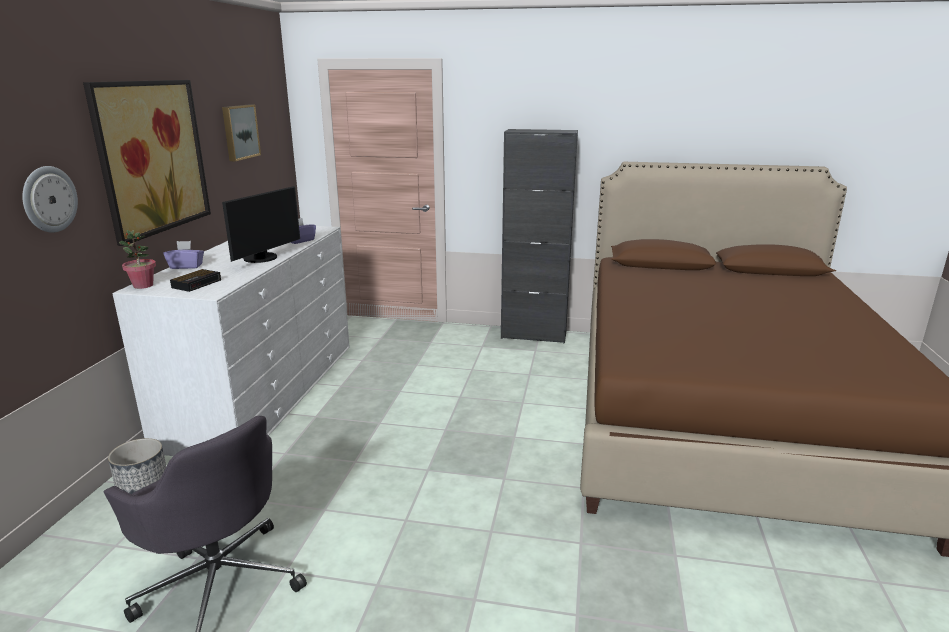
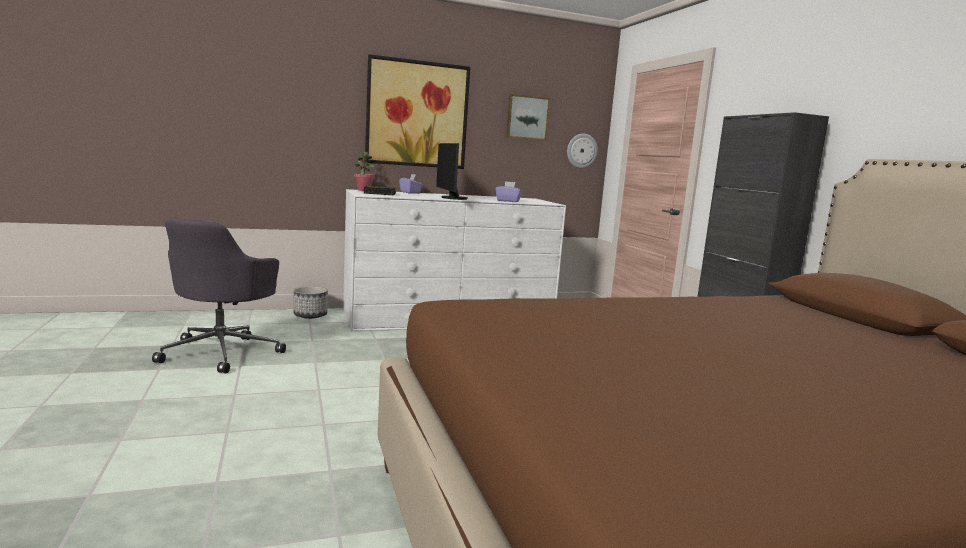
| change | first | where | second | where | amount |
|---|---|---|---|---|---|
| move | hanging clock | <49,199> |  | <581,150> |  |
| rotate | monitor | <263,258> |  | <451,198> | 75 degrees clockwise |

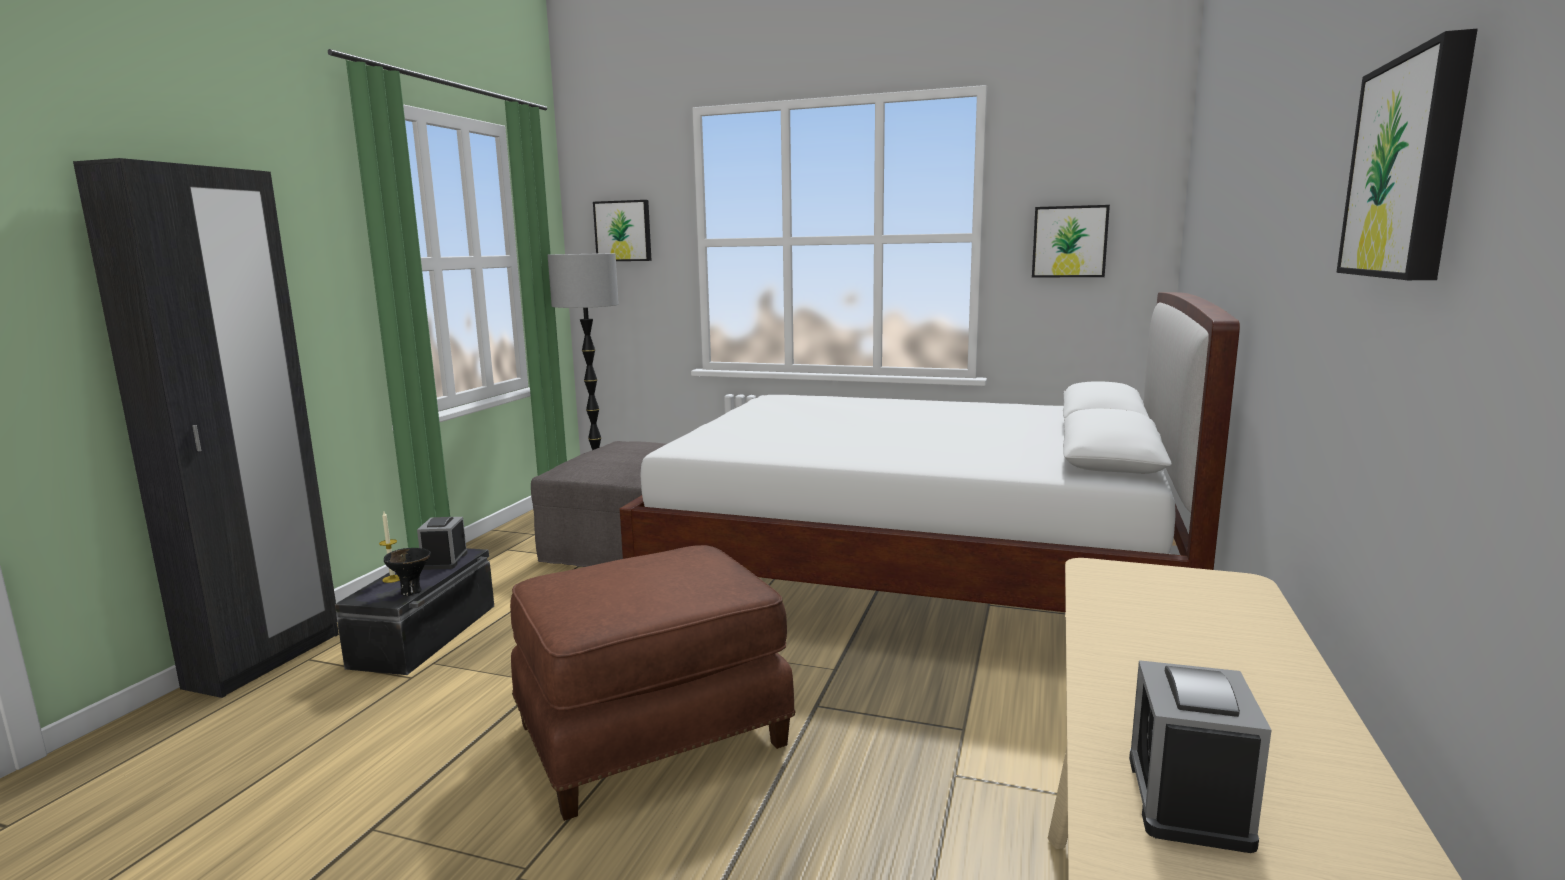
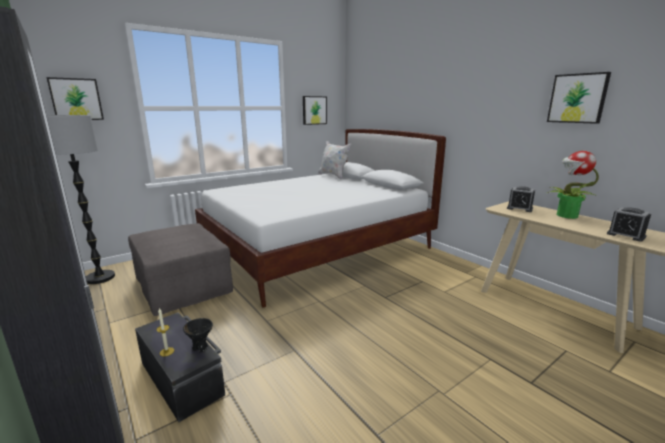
| change | first | where | second | where | amount |
|---|---|---|---|---|---|
| move | bedside clock | <444,560> |  | <519,208> |  |
| delete | brown-coloured footrest | <653,737> |  |  |  |
| insert |  |  | white-coloured cushion | <334,176> |  |
| insert |  |  | houseplant | <566,215> |  |

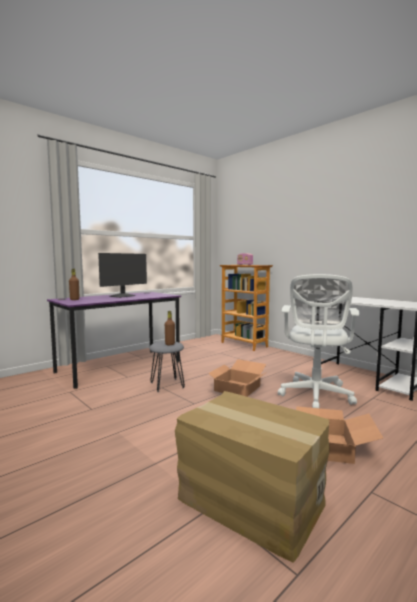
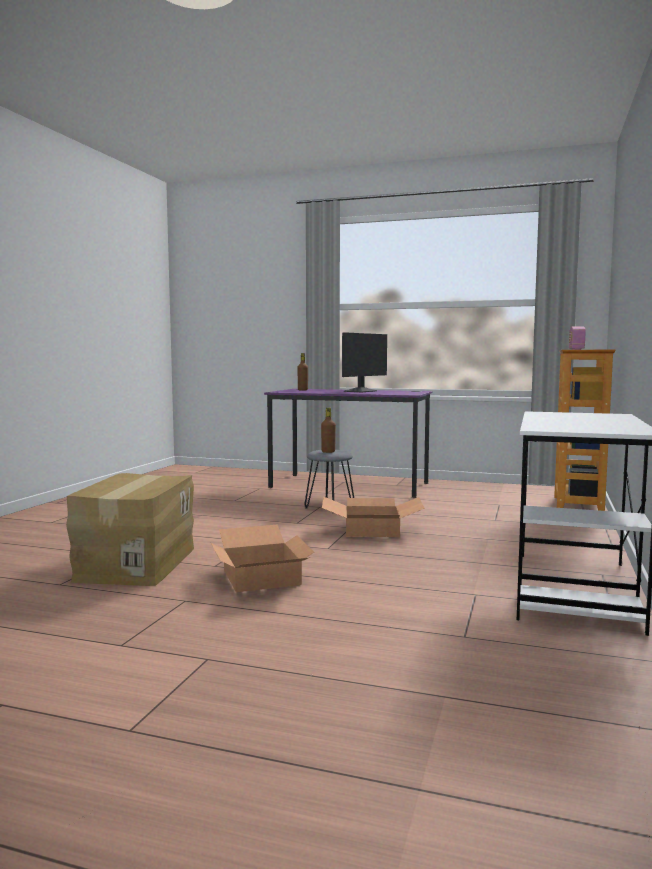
| change | first | where | second | where | amount |
|---|---|---|---|---|---|
| rotate | monitor | <123,296> |  | <361,391> | 60 degrees counterclockwise |
| delete | white-coloured office chair | <315,396> |  |  |  |

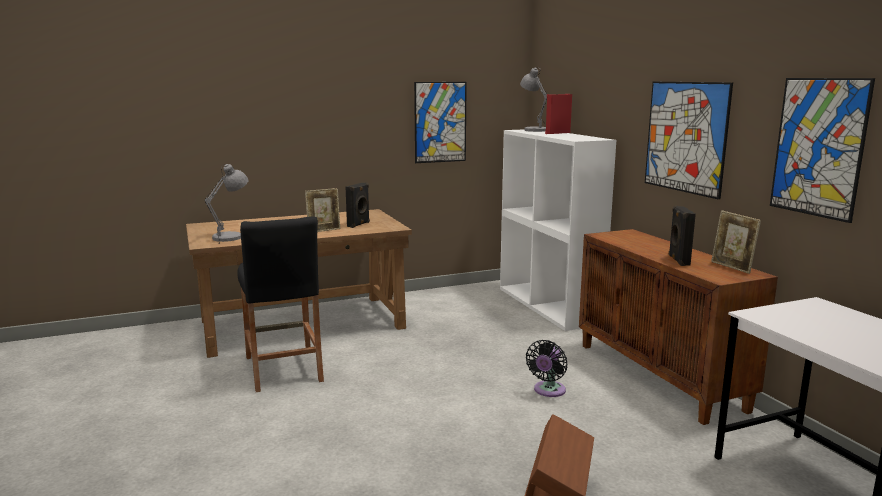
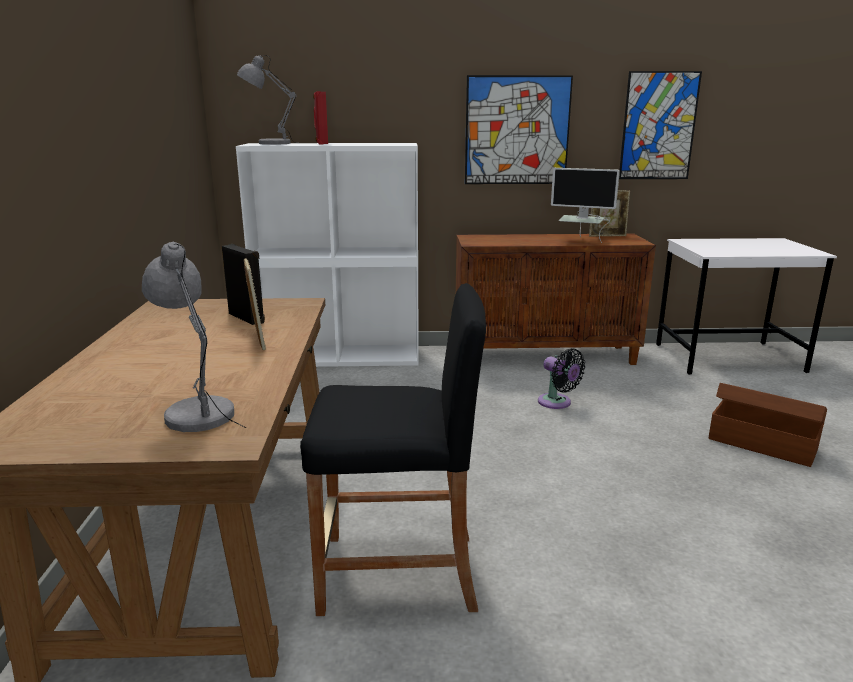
| change | first | where | second | where | amount |
|---|---|---|---|---|---|
| delete | picture | <440,122> |  |  |  |
| replace | black-coloured audio speaker | <678,260> | monitor | <580,241> |  |

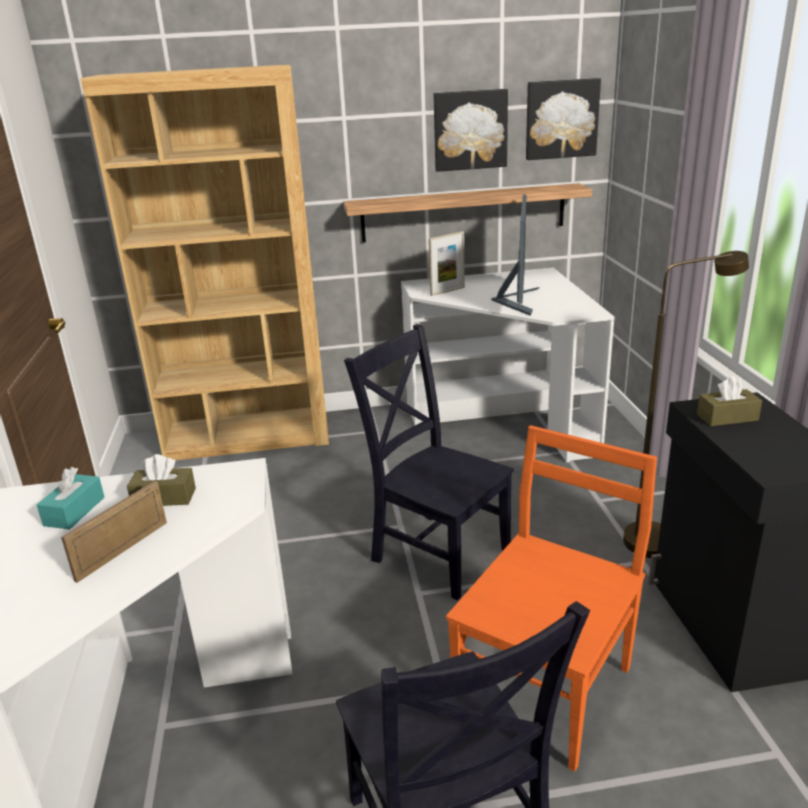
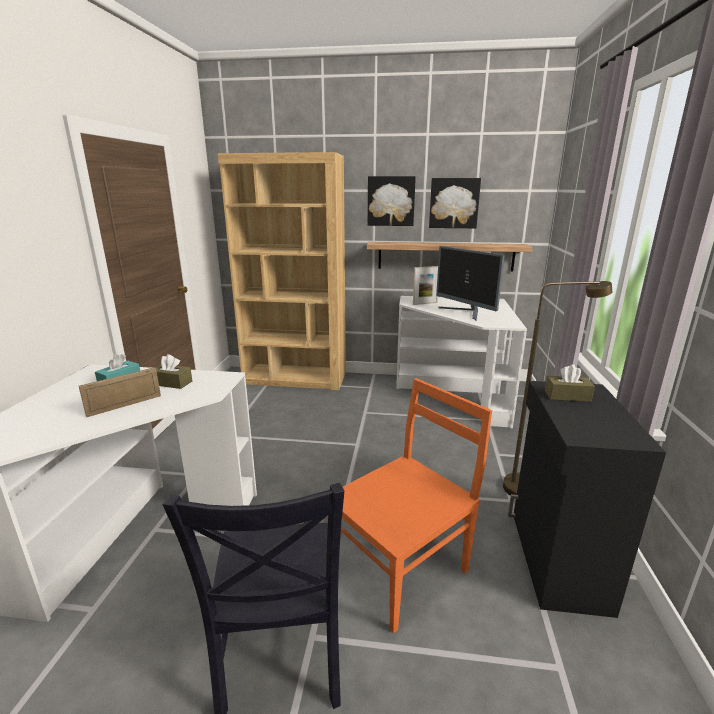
| change | first | where | second | where | amount |
|---|---|---|---|---|---|
| move | picture | <561,119> |  | <391,201> |  |
| rotate | monitor | <517,300> |  | <466,313> | 120 degrees clockwise |
| delete | black-coloured plain chair | <436,551> |  |  |  |

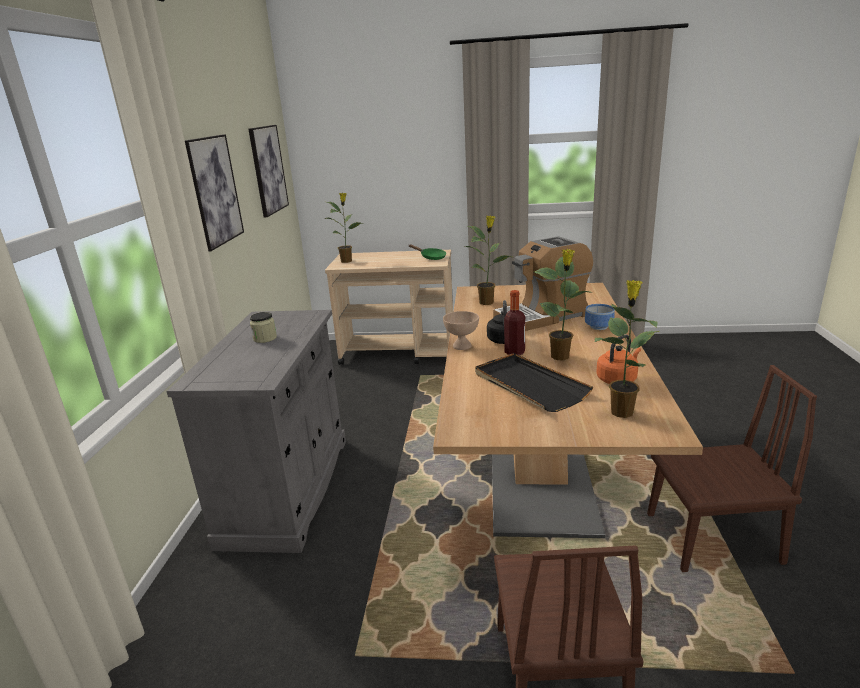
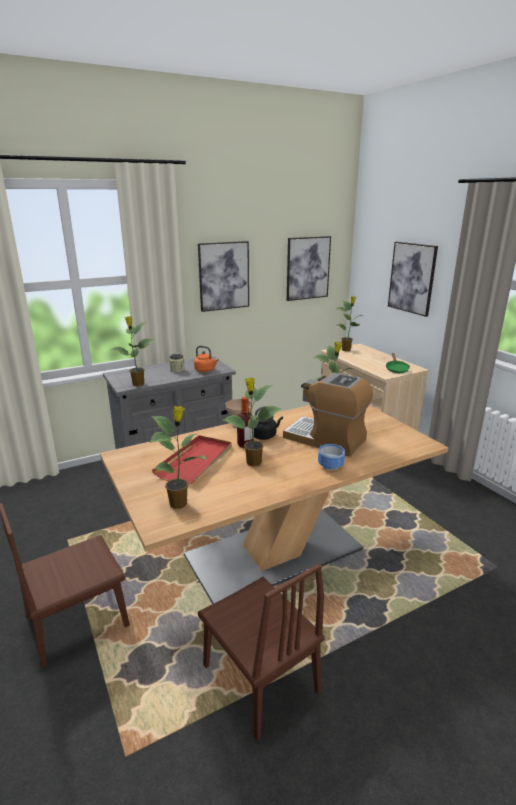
| change | first | where | second | where | amount |
|---|---|---|---|---|---|
| move | orangey water kettle | <618,379> |  | <205,370> |  |
| recolor | black-coloured serving tray | <529,385> | red-coloured serving tray | <195,462> |  |
| insert |  |  | picture | <412,278> |  |
| insert |  |  | houseplant | <137,384> |  |

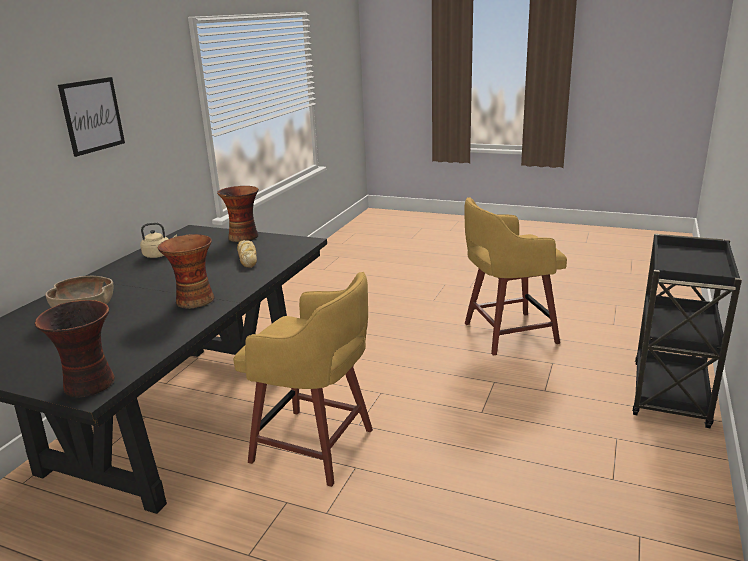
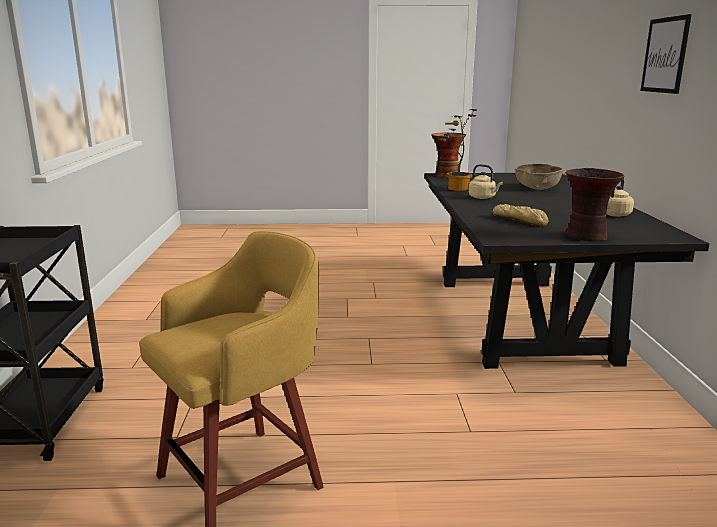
| change | first | where | second | where | amount |
|---|---|---|---|---|---|
| replace | vase | <194,300> | beige-coloured water kettle | <483,197> |  |
| delete | yellowish stool seat | <316,447> |  |  |  |
| insert |  |  | houseplant | <455,189> |  |

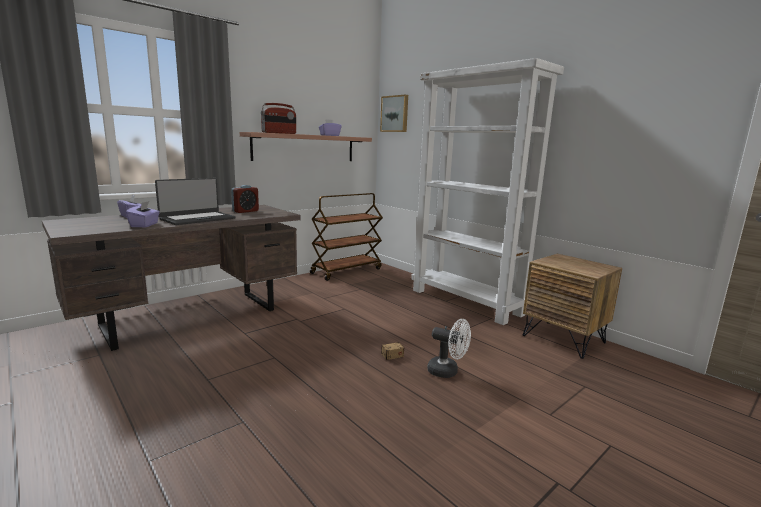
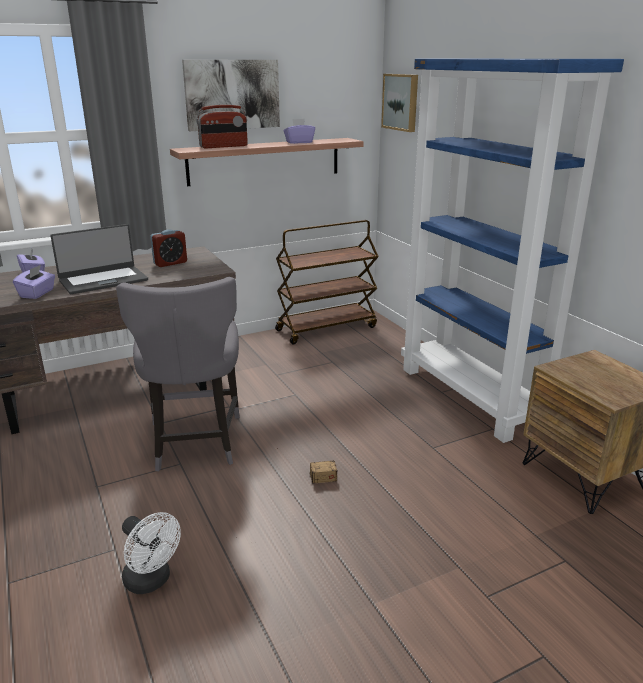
| change | first | where | second | where | amount |
|---|---|---|---|---|---|
| recolor | white-coloured bookcase | <466,302> | bluish bookcase | <471,397> |  |
| move | white-coloured fan | <447,372> |  | <152,581> |  |
| insert |  |  | picture | <232,94> |  |
| insert |  |  | gray plain chair | <195,443> |  |

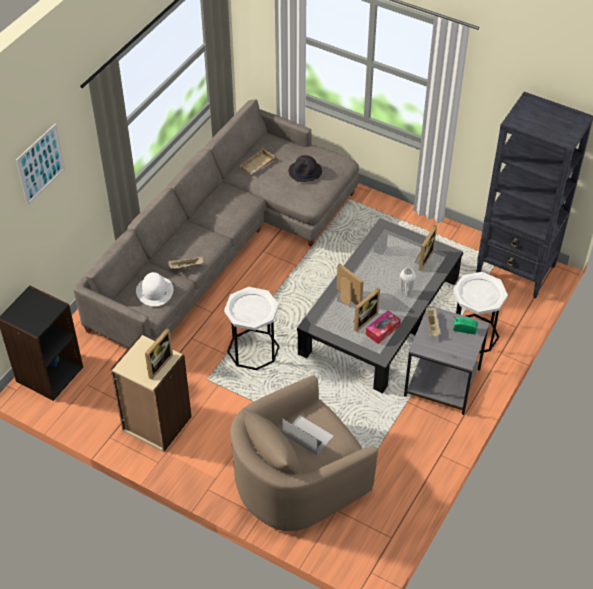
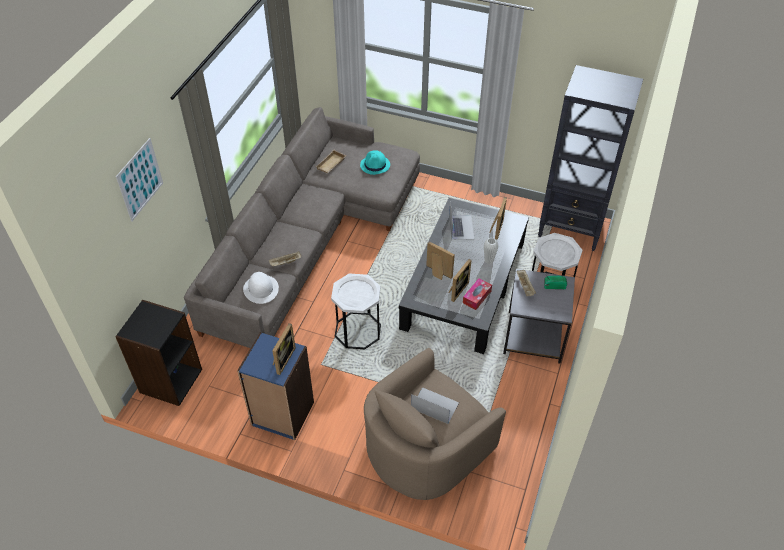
| change | first | where | second | where | amount |
|---|---|---|---|---|---|
| recolor | black-coloured hat | <305,171> | turquoise hat | <375,165> |  |
| recolor | beige-coloured bookcase | <156,424> | bluish bookcase | <282,414> |  |
| insert |  |  | laptop | <461,227> |  |

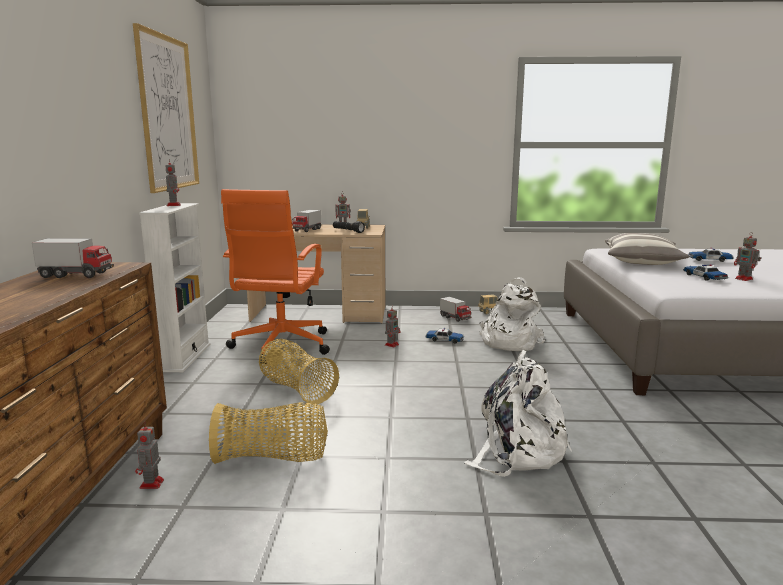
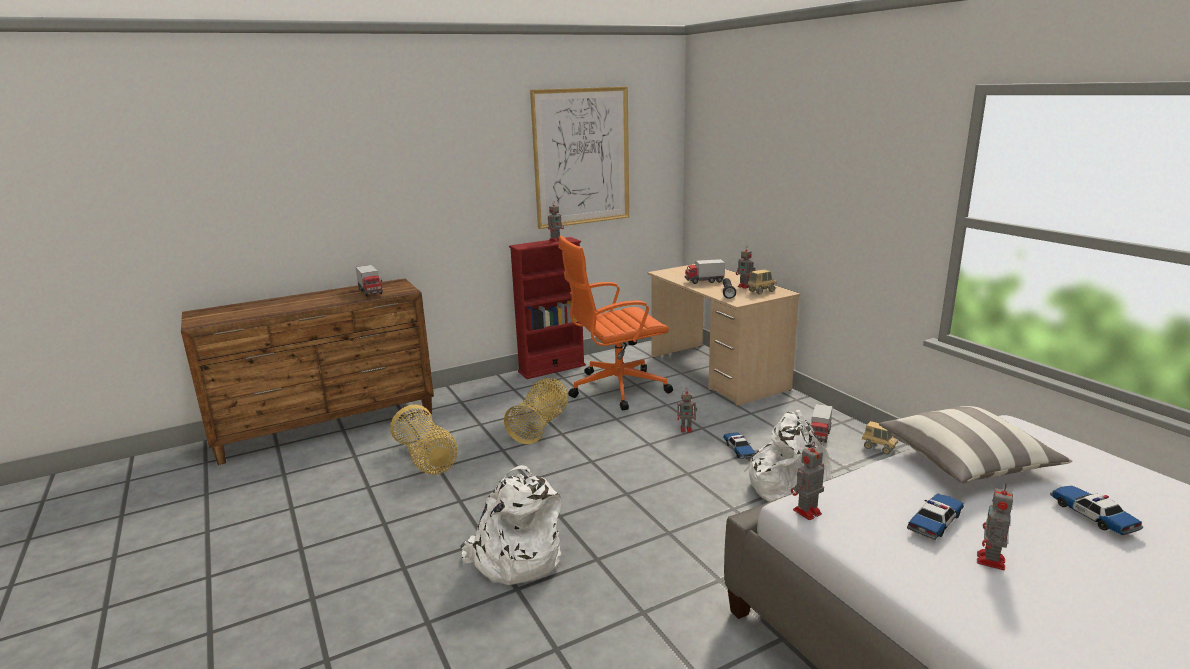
| change | first | where | second | where | amount |
|---|---|---|---|---|---|
| recolor | white-coloured bookcase | <184,357> | red-coloured bookcase | <552,368> |  |
| move | robot figure | <151,484> |  | <806,512> |  |

